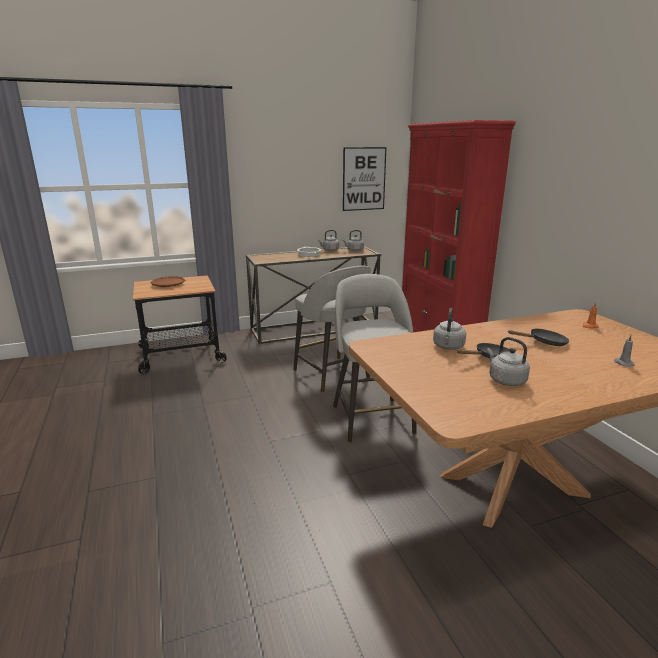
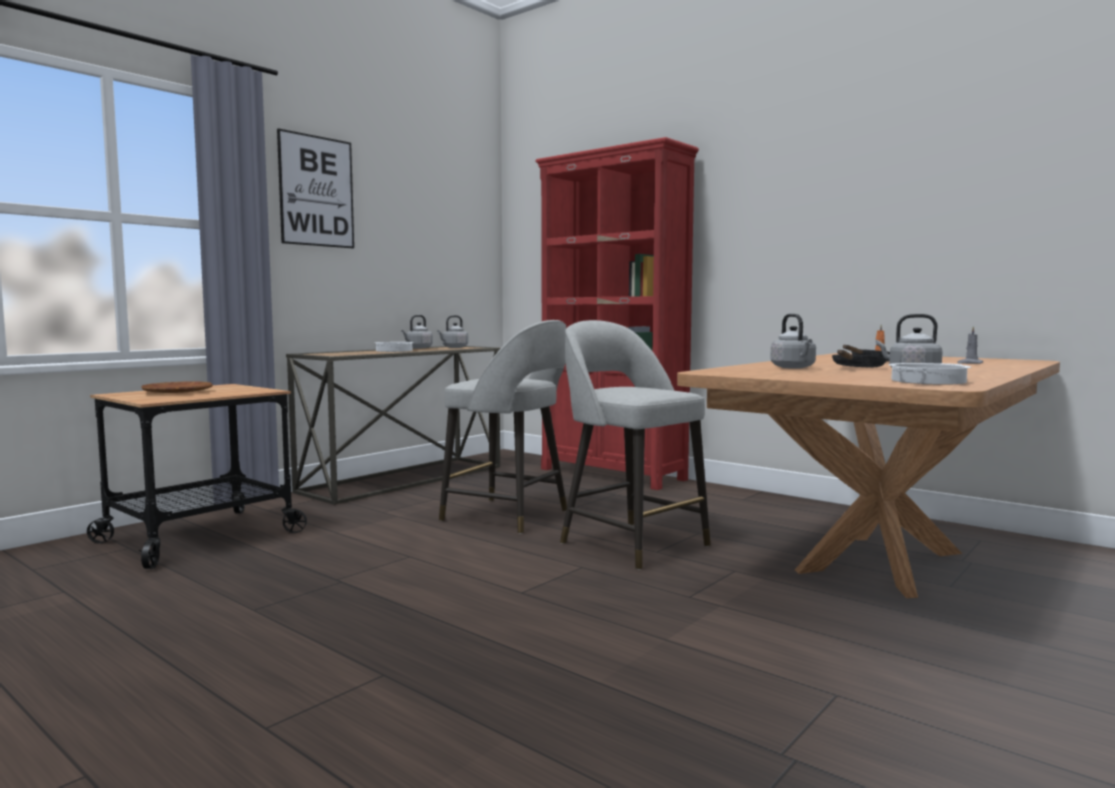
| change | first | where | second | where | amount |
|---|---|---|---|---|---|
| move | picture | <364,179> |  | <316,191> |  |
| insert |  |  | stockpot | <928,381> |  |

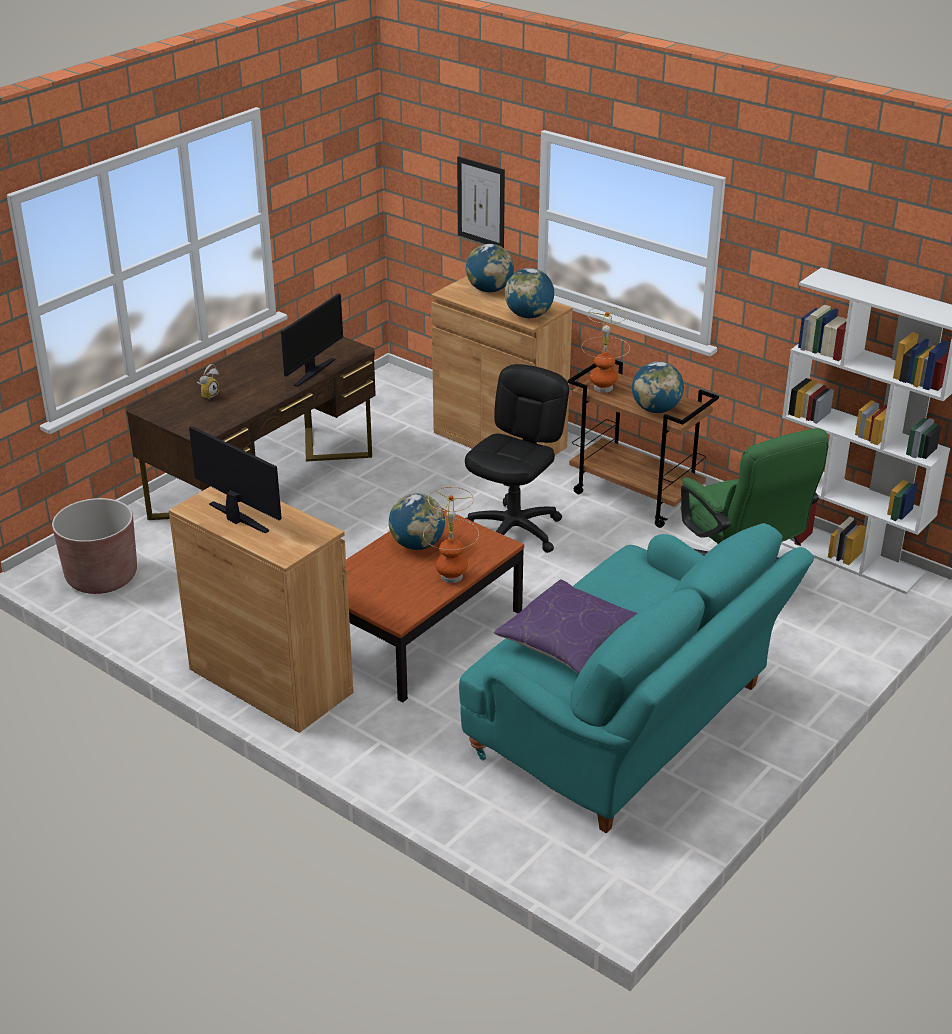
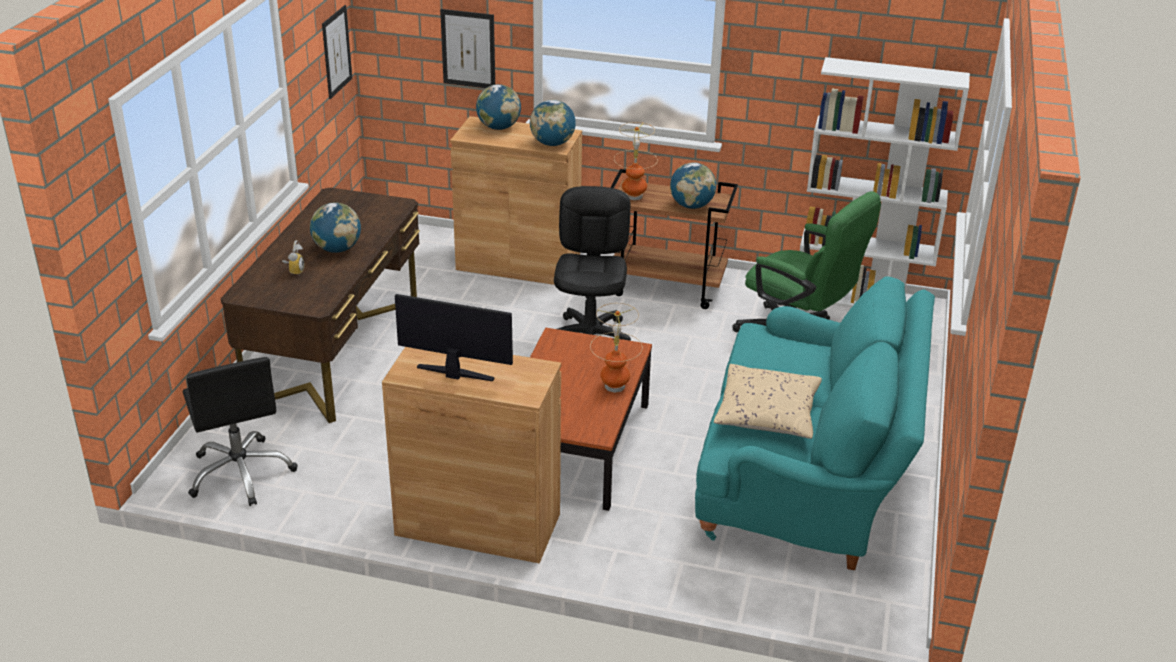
| change | first | where | second | where | amount |
|---|---|---|---|---|---|
| delete | monitor | <313,372> |  |  |  |
| move | world globe | <417,545> |  | <337,249> |  |
| replace | brown-coloured flower pot | <102,577> | black-coloured office chair | <241,473> |  |
| recolor | purple-coloured cushion | <569,641> | beige-coloured cushion | <767,414> |  |
| insert |  |  | picture | <336,51> |  |

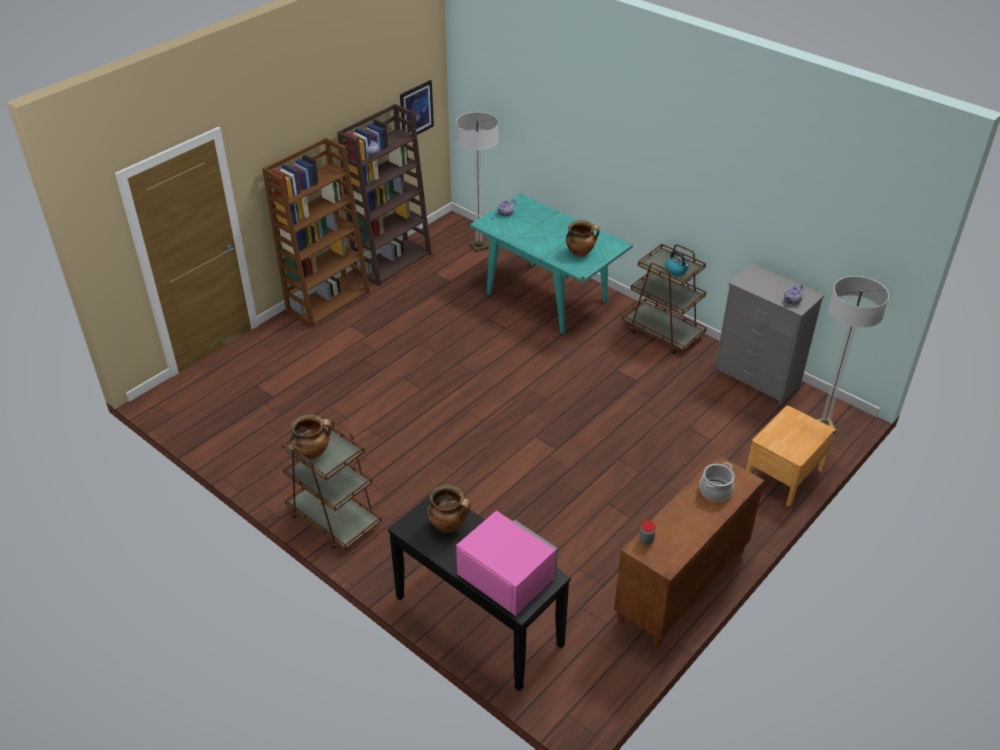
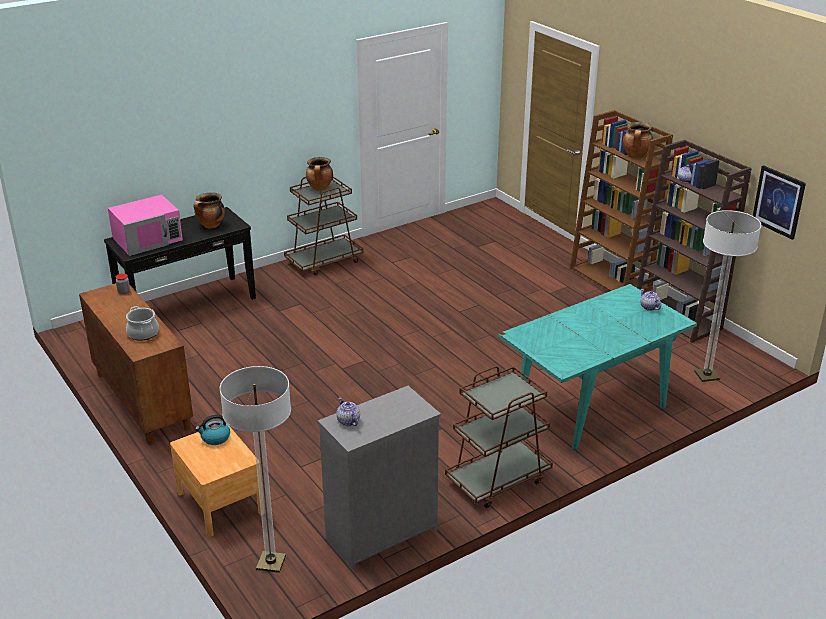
| change | first | where | second | where | amount |
|---|---|---|---|---|---|
| move | stockpot | <580,253> |  | <636,156> |  |
| move | water kettle | <676,270> |  | <215,438> |  |

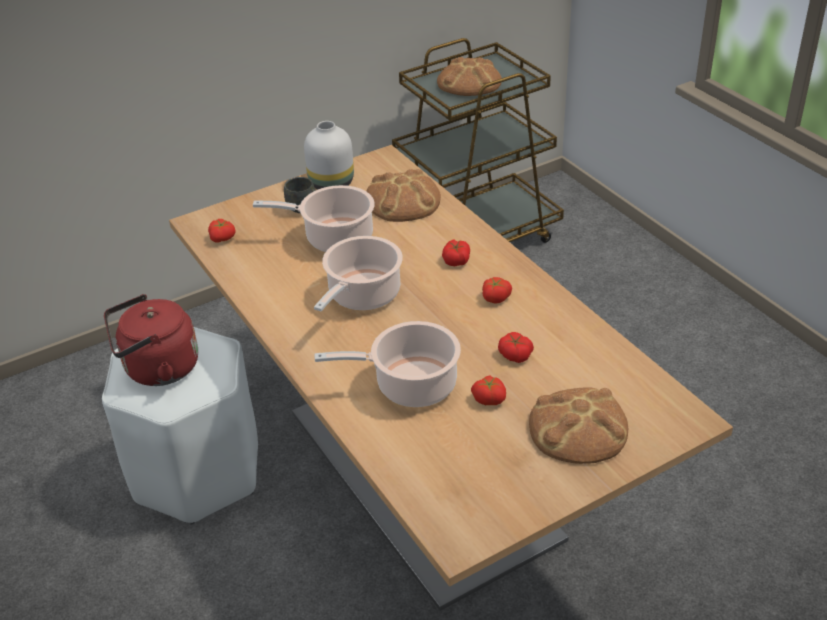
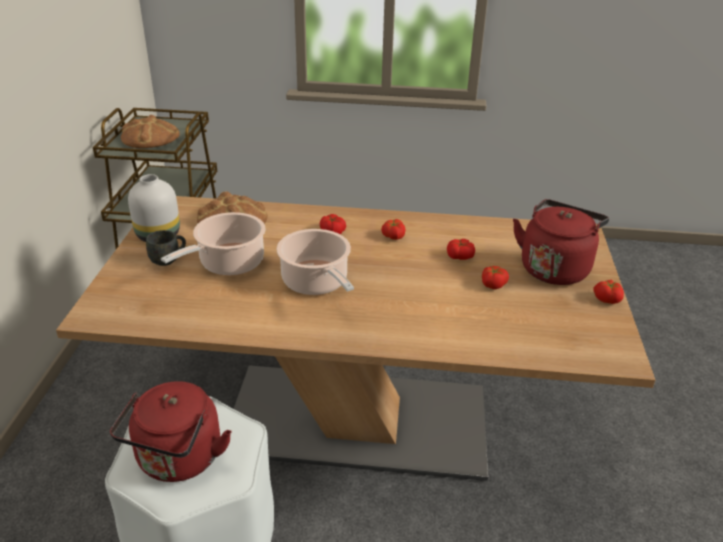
| change | first | where | second | where | amount |
|---|---|---|---|---|---|
| move | fresh tomato | <223,238> |  | <607,299> |  |
| delete | stockpot | <410,385> |  |  |  |
| replace | bread | <578,428> | red-coloured water kettle | <555,268> |  |

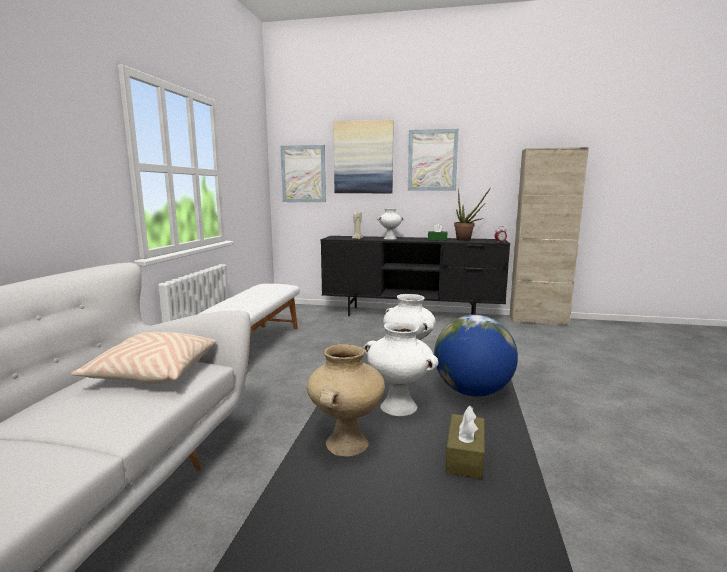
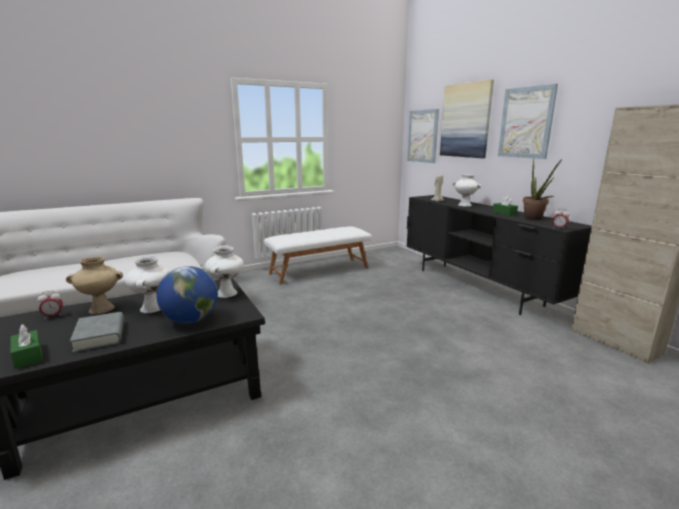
| change | first | where | second | where | amount |
|---|---|---|---|---|---|
| delete | beige-coloured cushion | <153,374> |  |  |  |
| replace | brown-coloured tissue box | <465,456> | gray bound book | <100,335> |  |
| insert |  |  | bedside clock | <53,316> |  |
| insert |  |  | greenish tissue box | <28,356> |  |

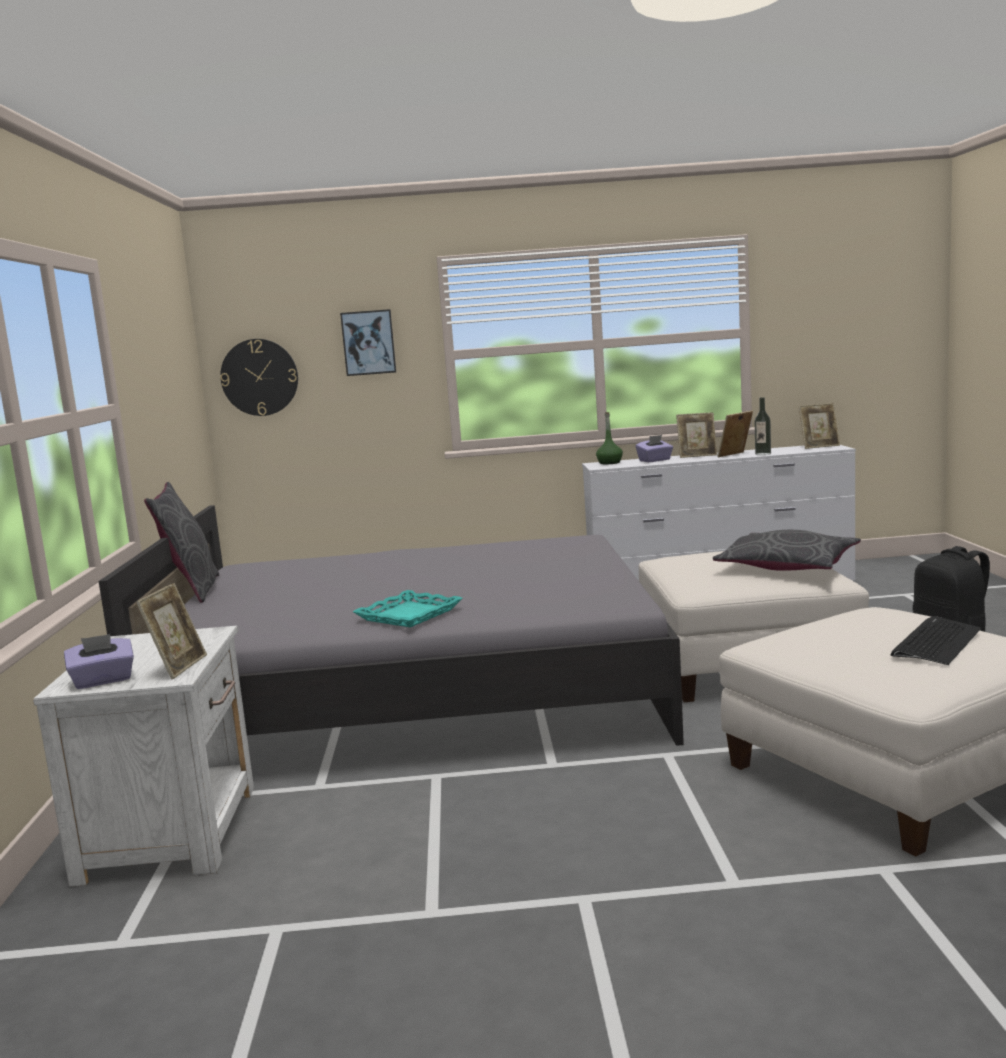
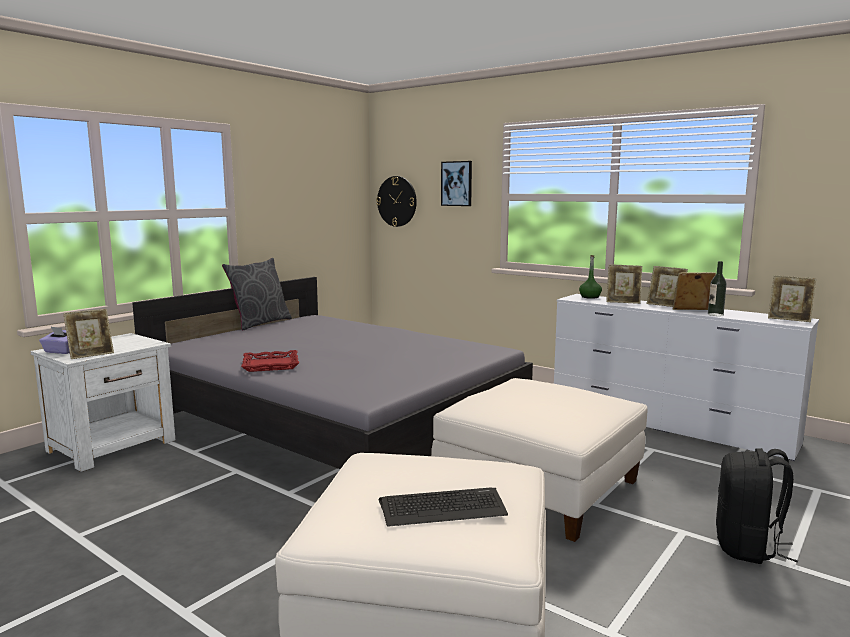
| change | first | where | second | where | amount |
|---|---|---|---|---|---|
| replace | purple-coloured tissue box | <655,460> | photo frame | <623,302> |  |
| delete | gray cushion | <788,566> |  |  |  |
| recolor | turquoise serving tray | <409,615> | red-coloured serving tray | <270,365> |  |

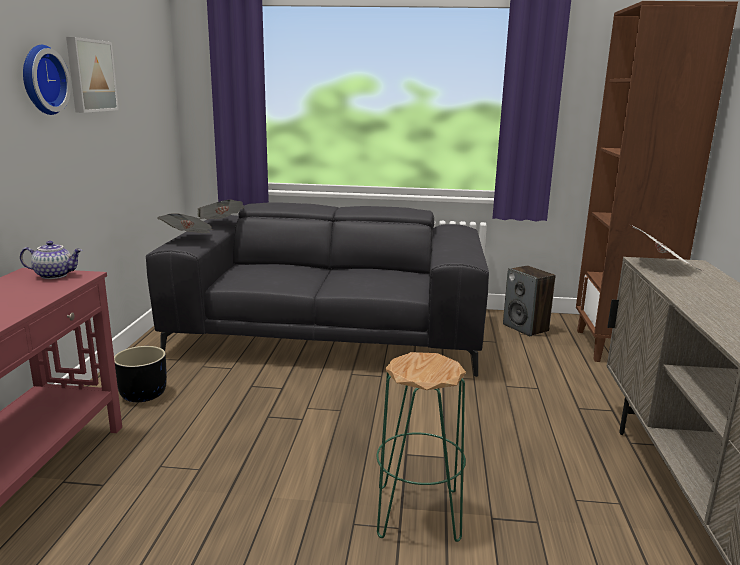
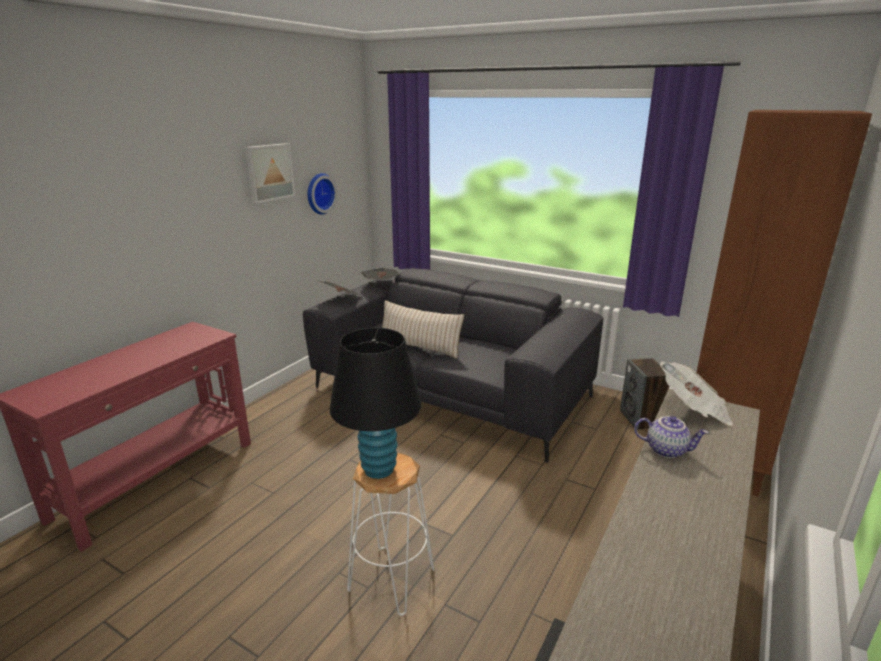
| change | first | where | second | where | amount |
|---|---|---|---|---|---|
| move | hanging clock | <41,80> |  | <319,193> |  |
| move | pot for tea | <55,275> |  | <667,450> |  |
| delete | black-coloured flower pot | <143,394> |  |  |  |
| recolor | greenish stool seat | <417,512> | white-coloured stool seat | <392,579> |  |
| insert |  |  | beige-coloured cushion | <419,347> |  |
| insert |  |  | black-coloured tabletop lamp | <379,469> |  |

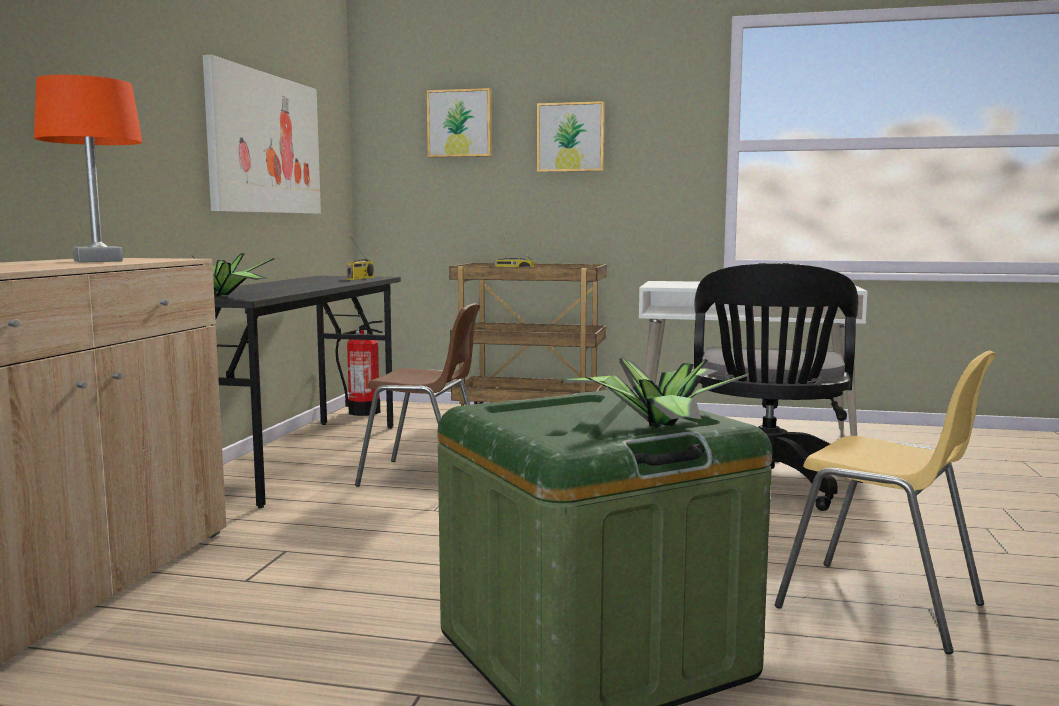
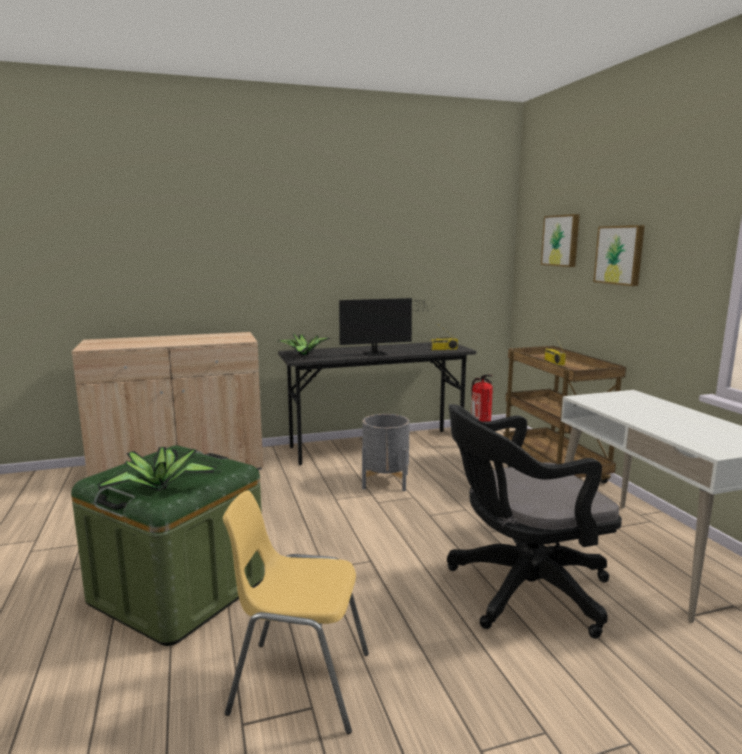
| change | first | where | second | where | amount |
|---|---|---|---|---|---|
| delete | picture | <265,144> |  |  |  |
| delete | orangey tabletop lamp | <97,261> |  |  |  |
| replace | brown-coloured plain chair | <425,477> | gray flower pot | <385,481> |  |
| rotate | yellowish plain chair | <882,606> |  | <299,683> | 90 degrees clockwise |
| insert |  |  | monitor | <379,354> |  |

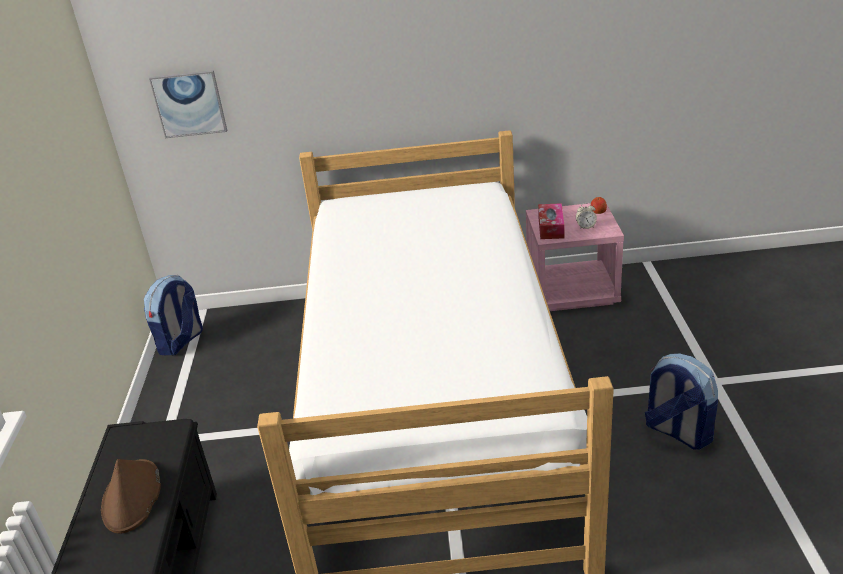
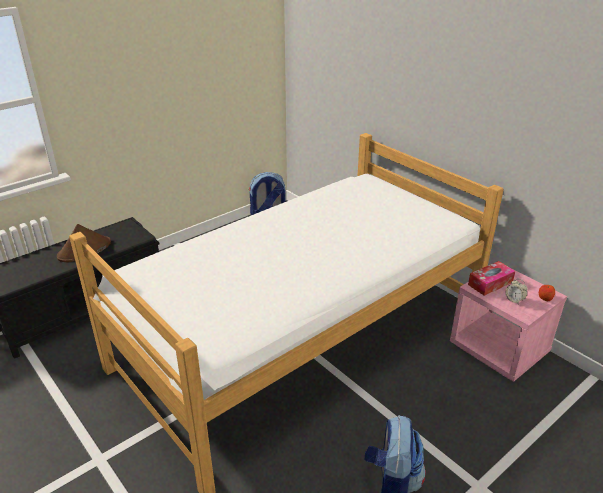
| change | first | where | second | where | amount |
|---|---|---|---|---|---|
| delete | picture | <189,104> |  |  |  |

